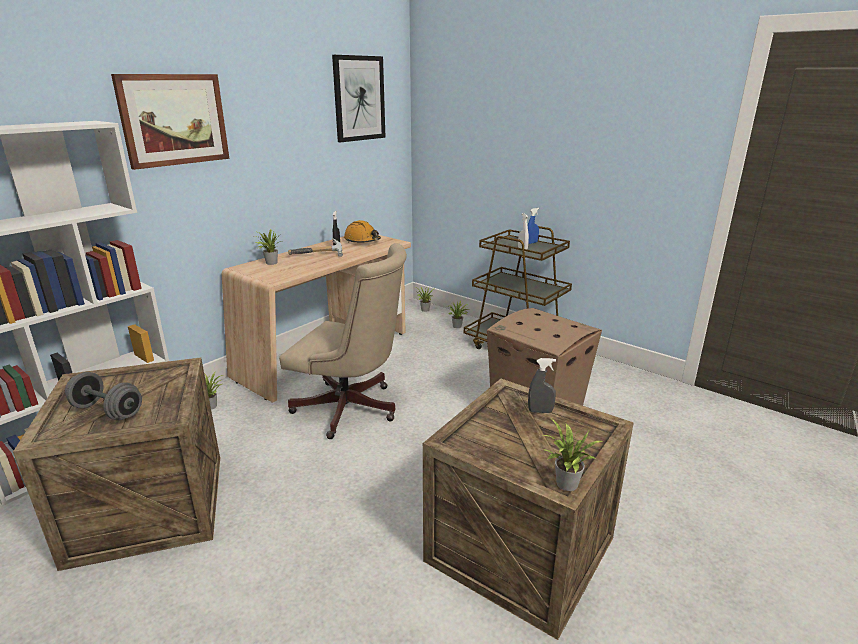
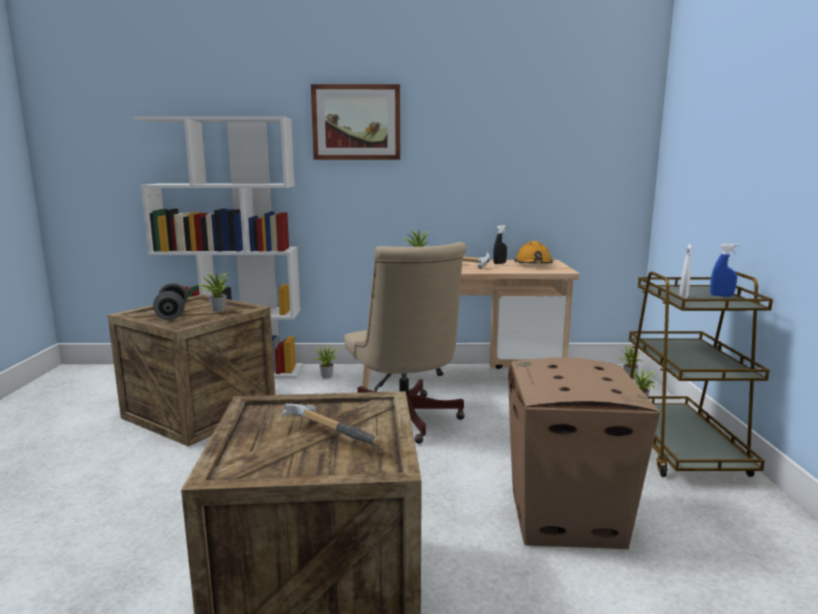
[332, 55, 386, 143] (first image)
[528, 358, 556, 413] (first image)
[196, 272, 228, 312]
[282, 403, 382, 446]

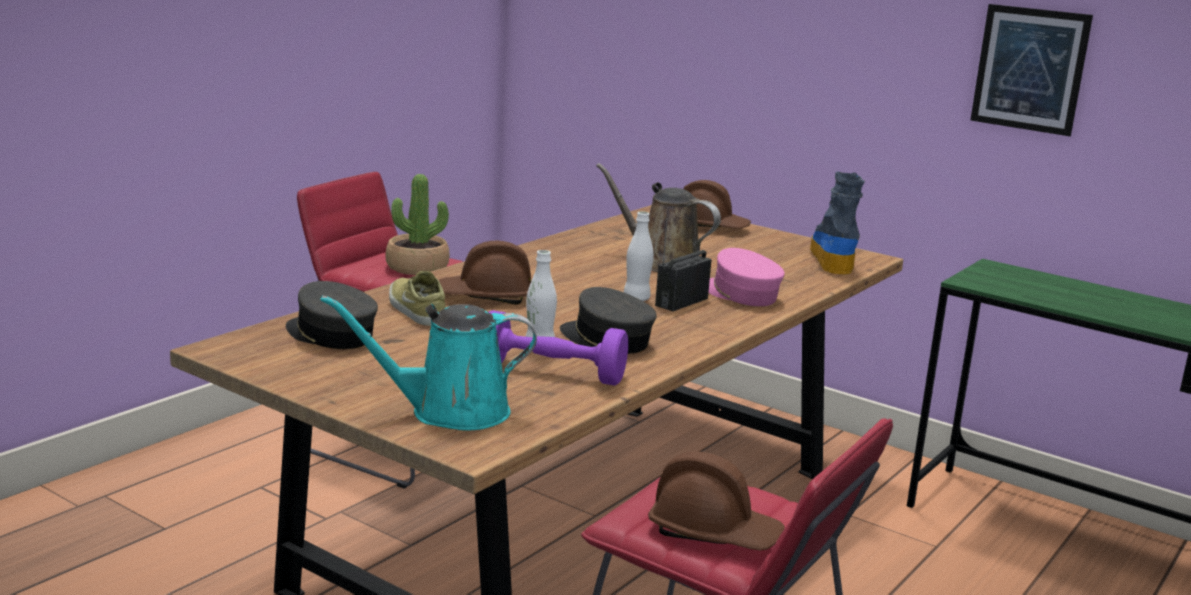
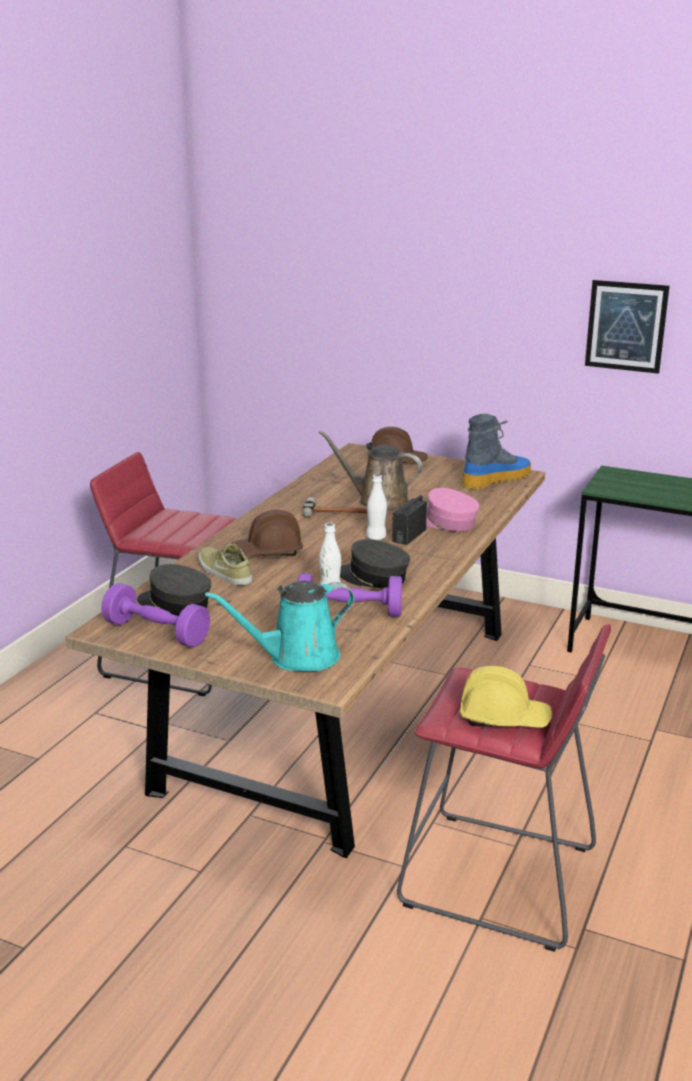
[385, 174, 449, 275] (first image)
[460, 666, 552, 728]
[462, 414, 531, 489]
[102, 583, 210, 648]
[302, 497, 367, 518]

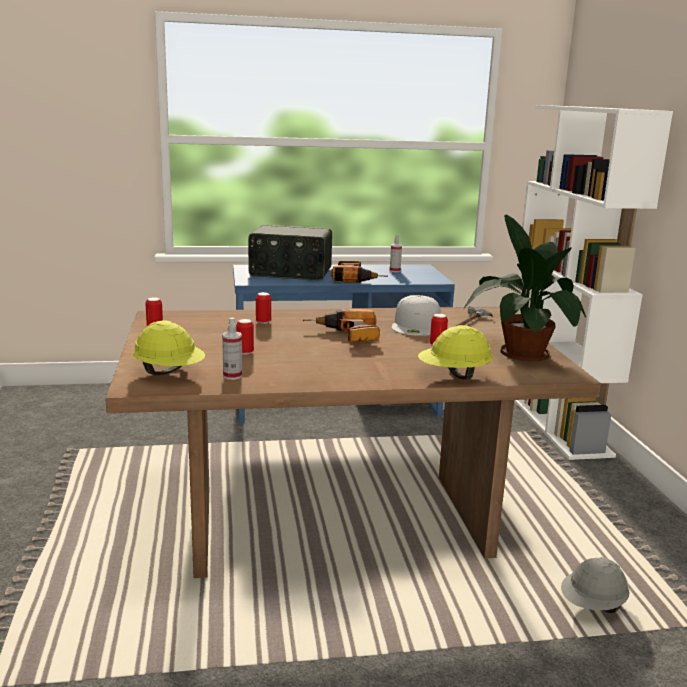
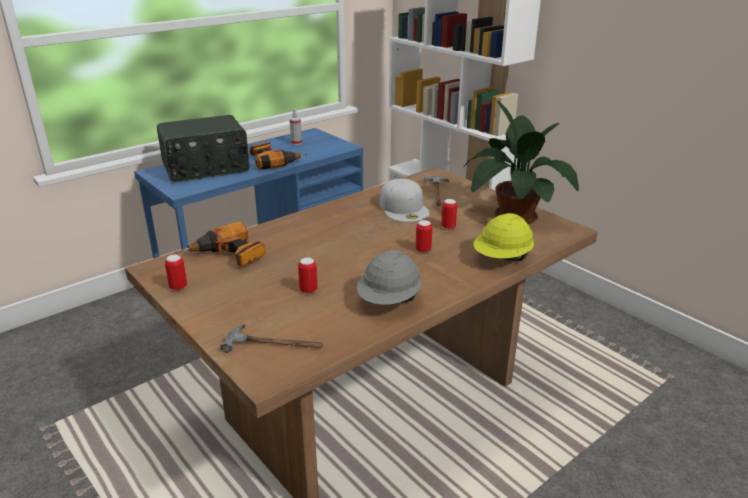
[221, 324, 323, 353]
[222, 317, 242, 380] (first image)
[416, 220, 432, 253]
[175, 222, 265, 266]
[357, 250, 422, 305]

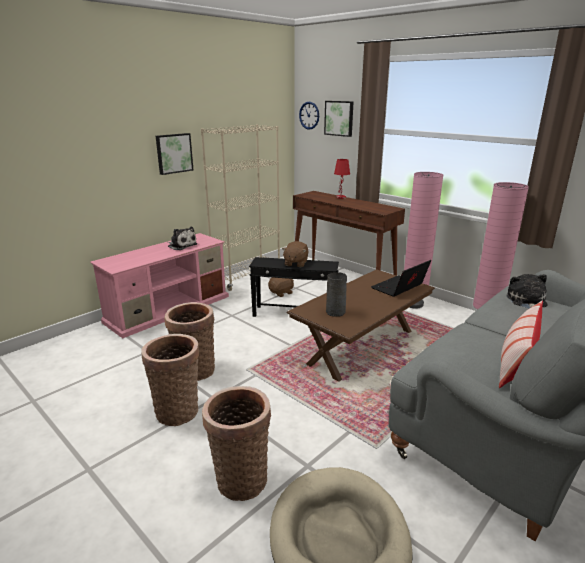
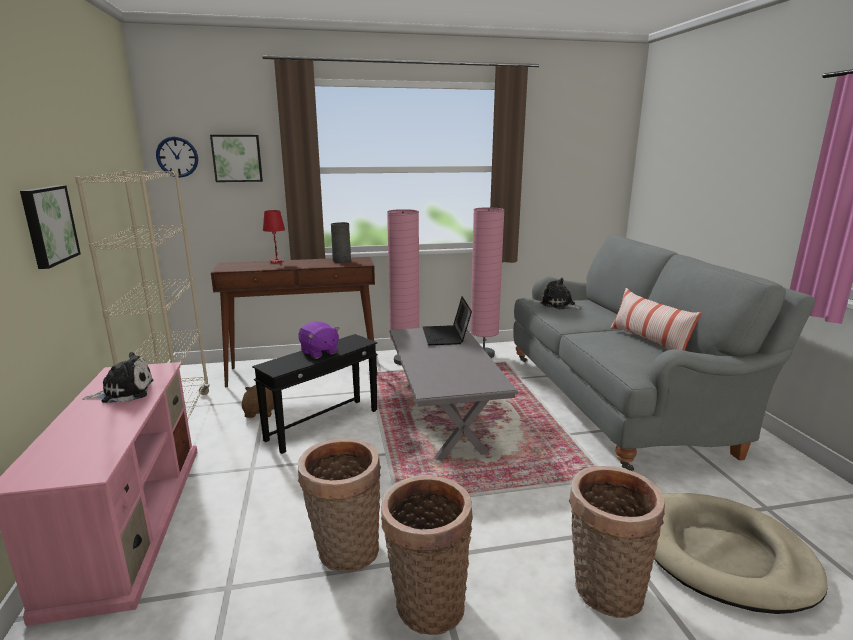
[298, 321, 340, 359]
[389, 328, 518, 460]
[331, 222, 351, 263]

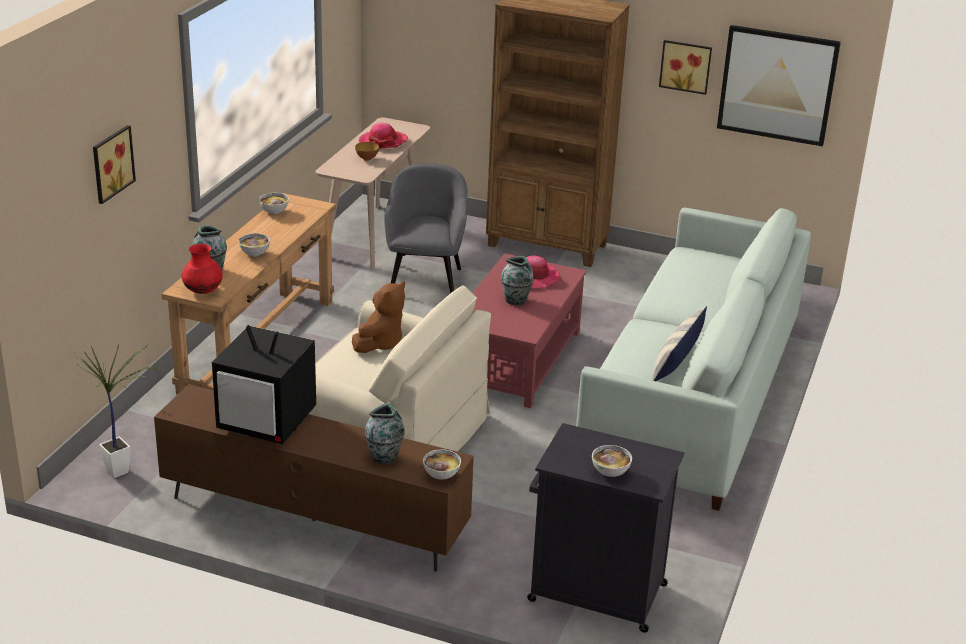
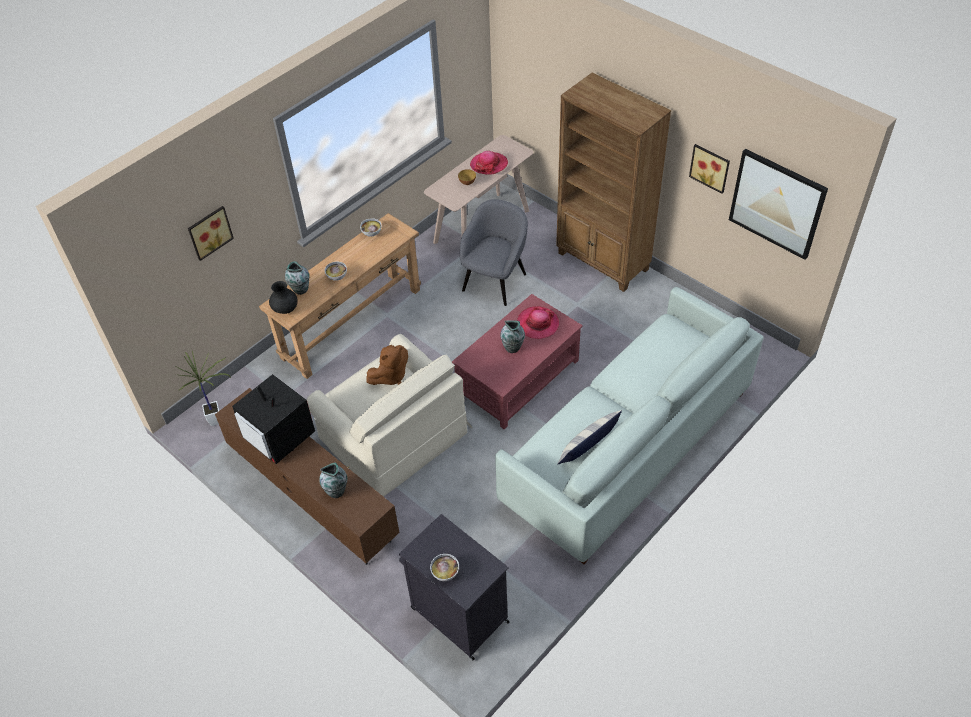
[269, 281, 298, 314]
[423, 449, 461, 480] (first image)

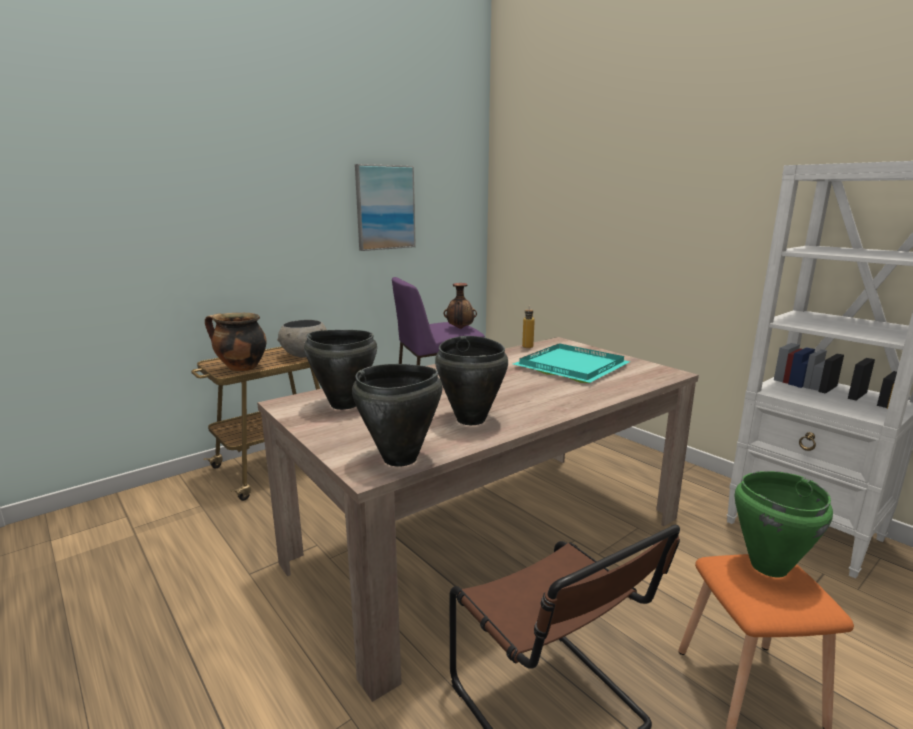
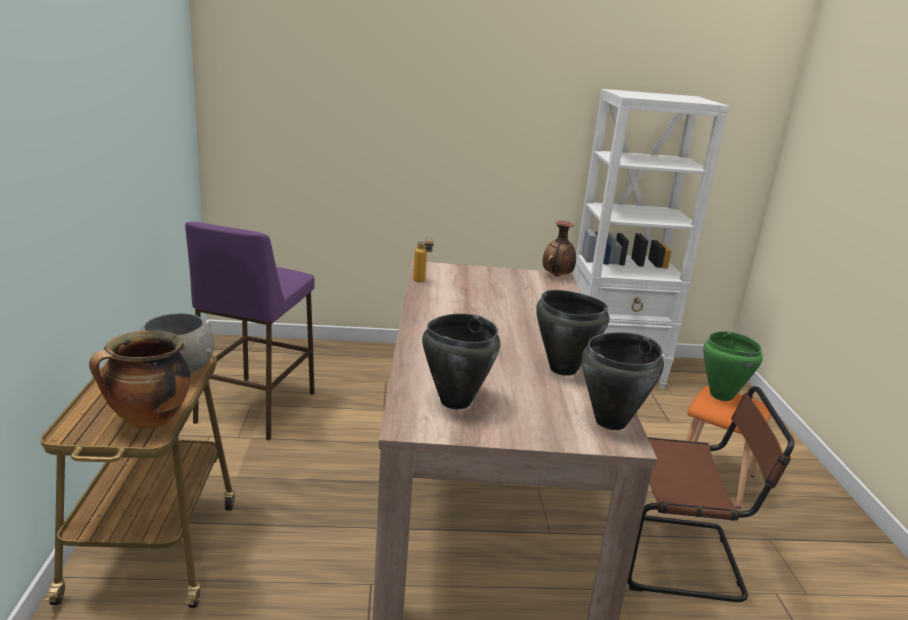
[355, 164, 416, 251] (first image)
[542, 221, 576, 277]
[513, 343, 630, 383] (first image)

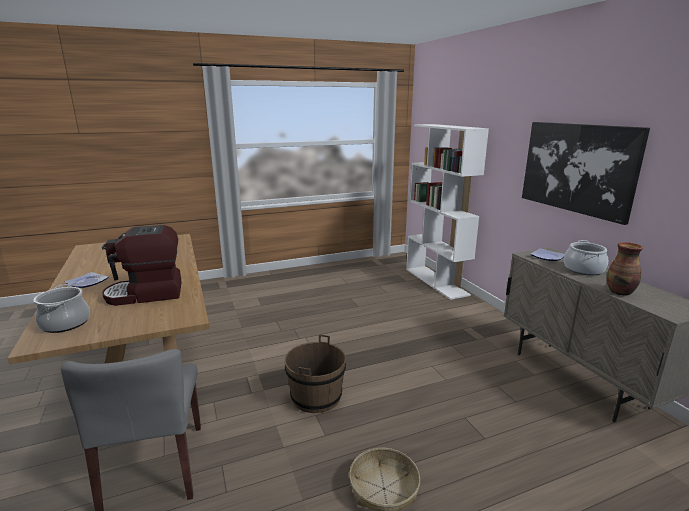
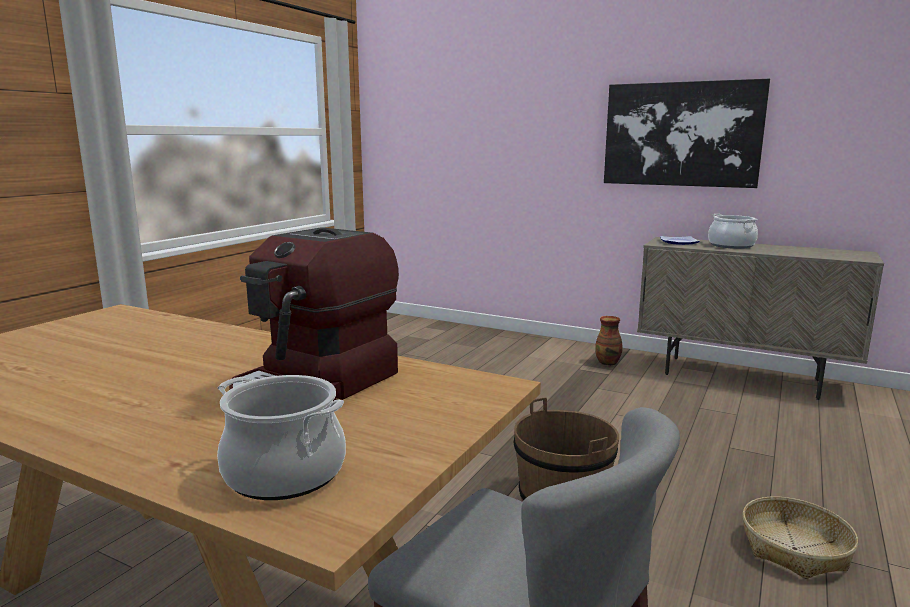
[64, 272, 109, 288] (first image)
[406, 124, 489, 300] (first image)
[595, 316, 623, 366]

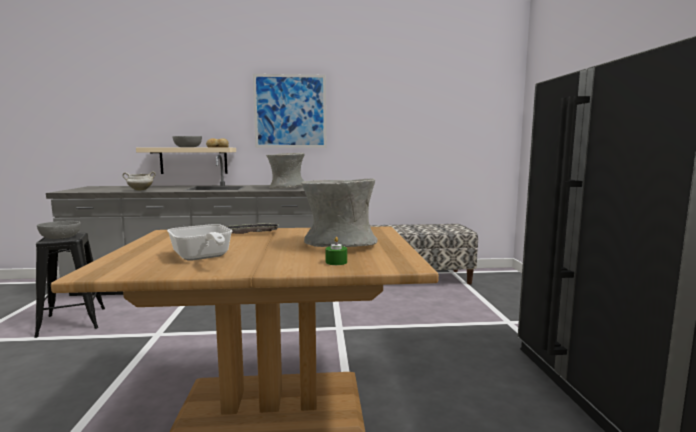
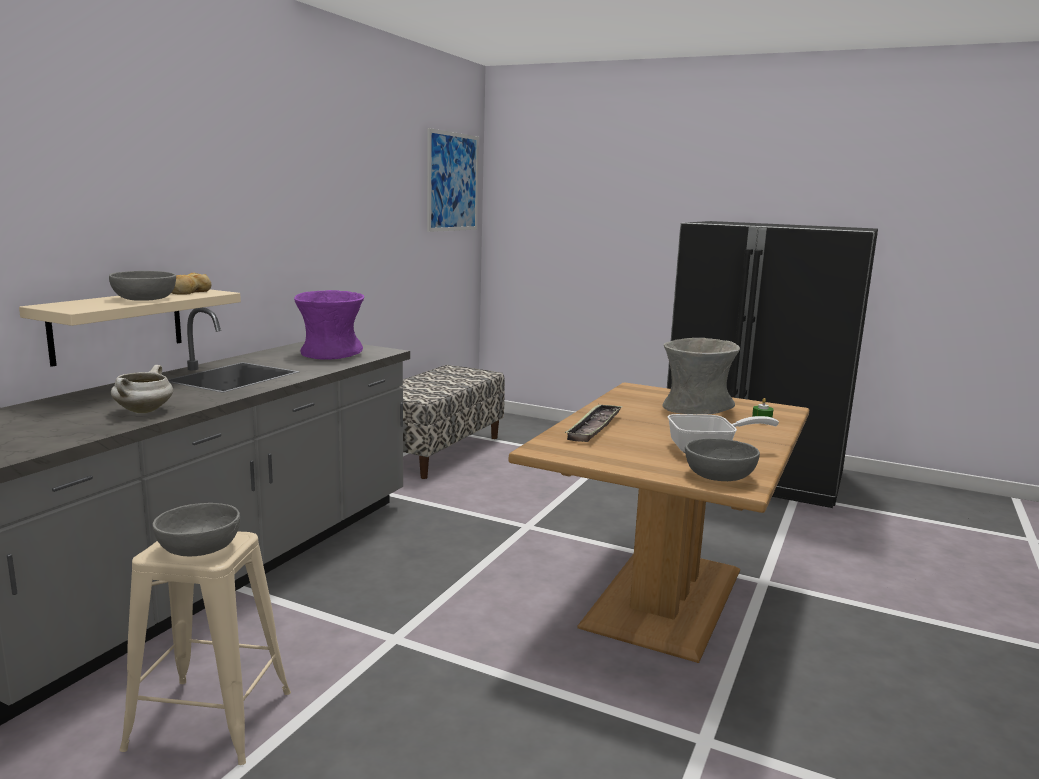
[119, 531, 291, 765]
[427, 128, 479, 232]
[294, 290, 365, 360]
[685, 438, 760, 481]

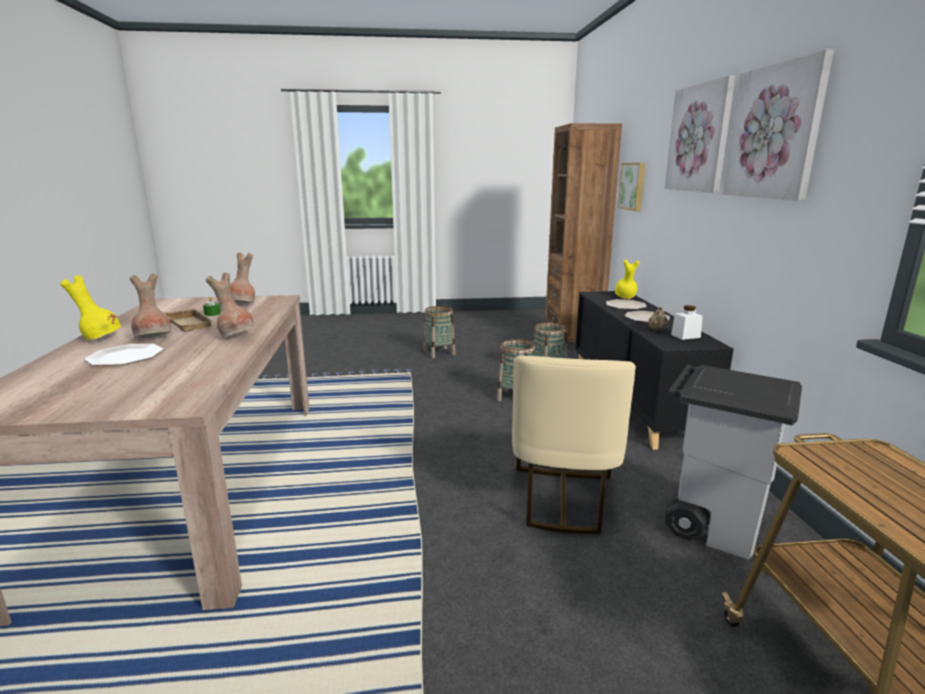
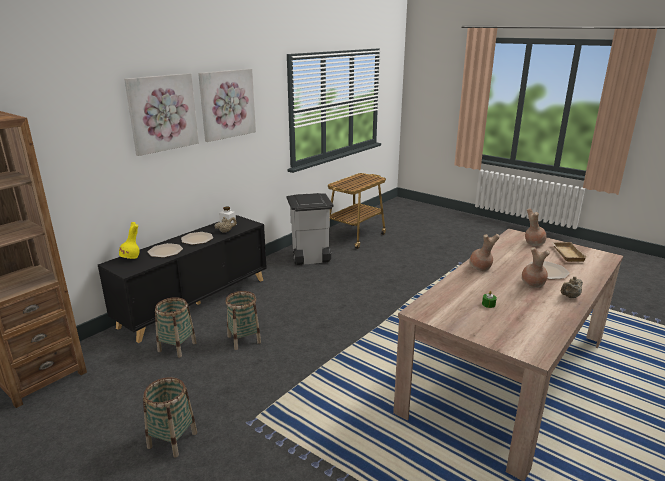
[561, 277, 583, 298]
[551, 242, 587, 262]
[525, 208, 547, 246]
[512, 355, 636, 534] (first image)
[618, 163, 645, 211] (first image)

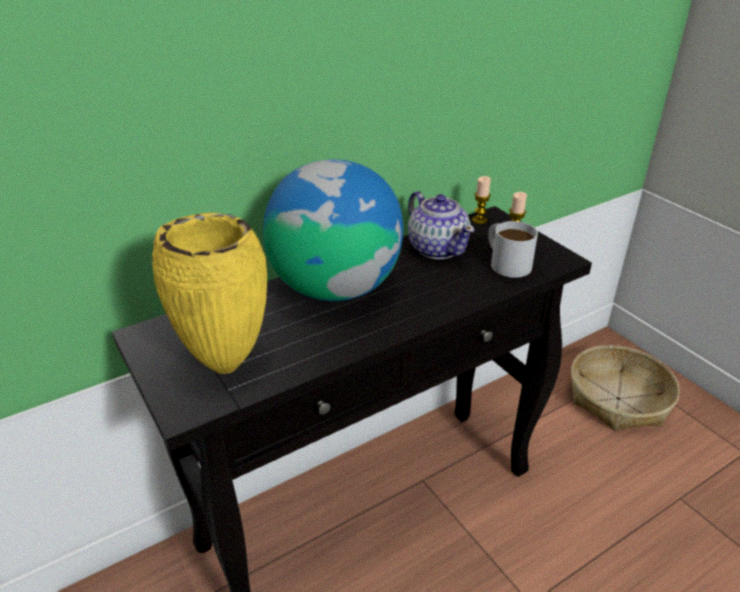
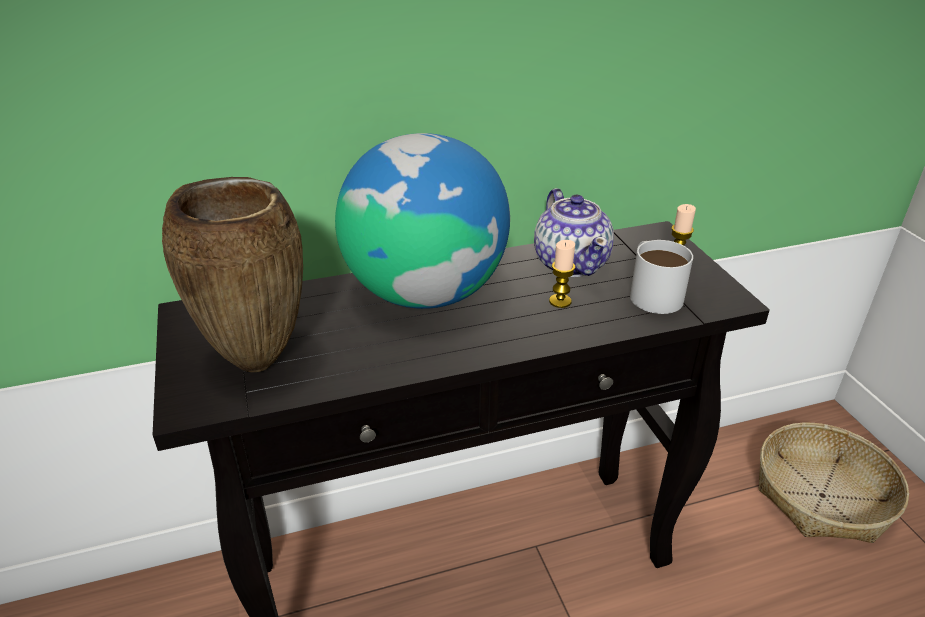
[162, 177, 303, 373]
[549, 240, 575, 308]

